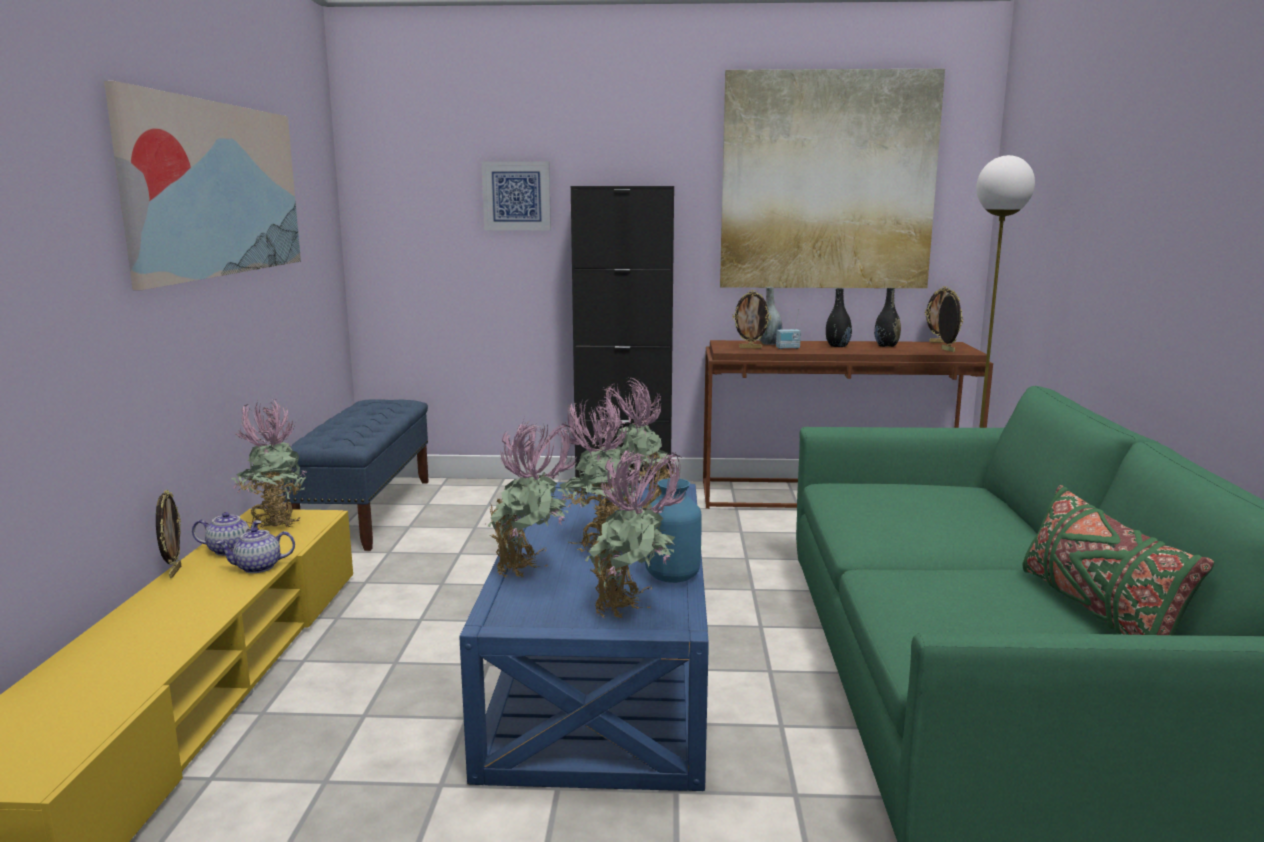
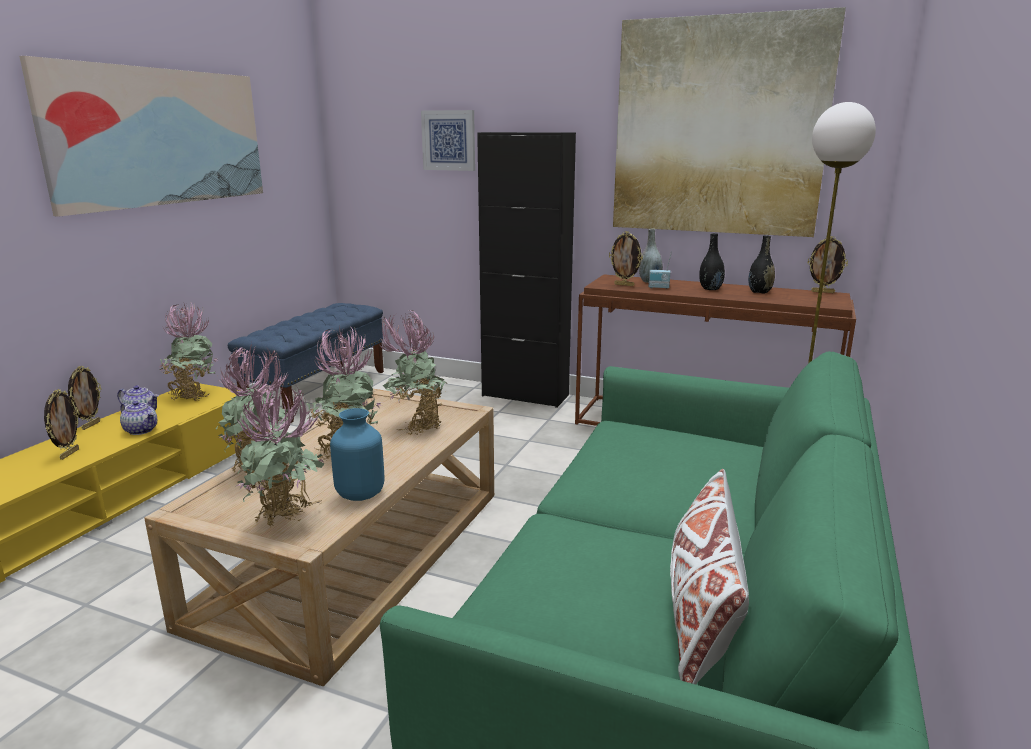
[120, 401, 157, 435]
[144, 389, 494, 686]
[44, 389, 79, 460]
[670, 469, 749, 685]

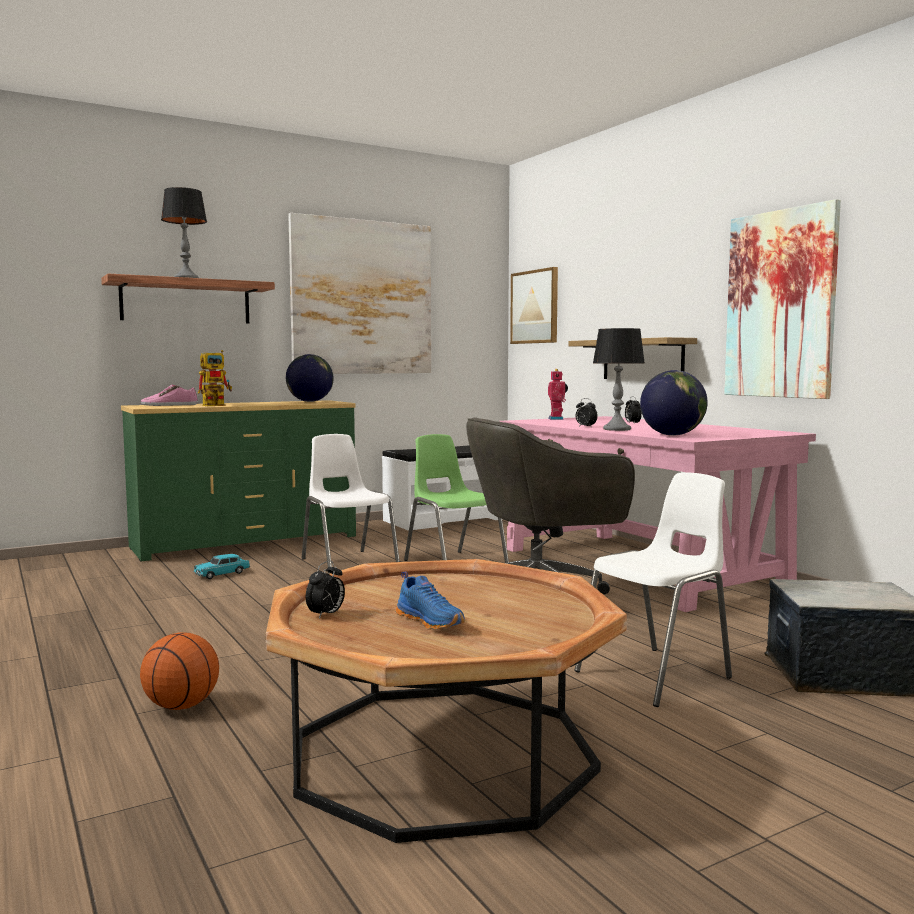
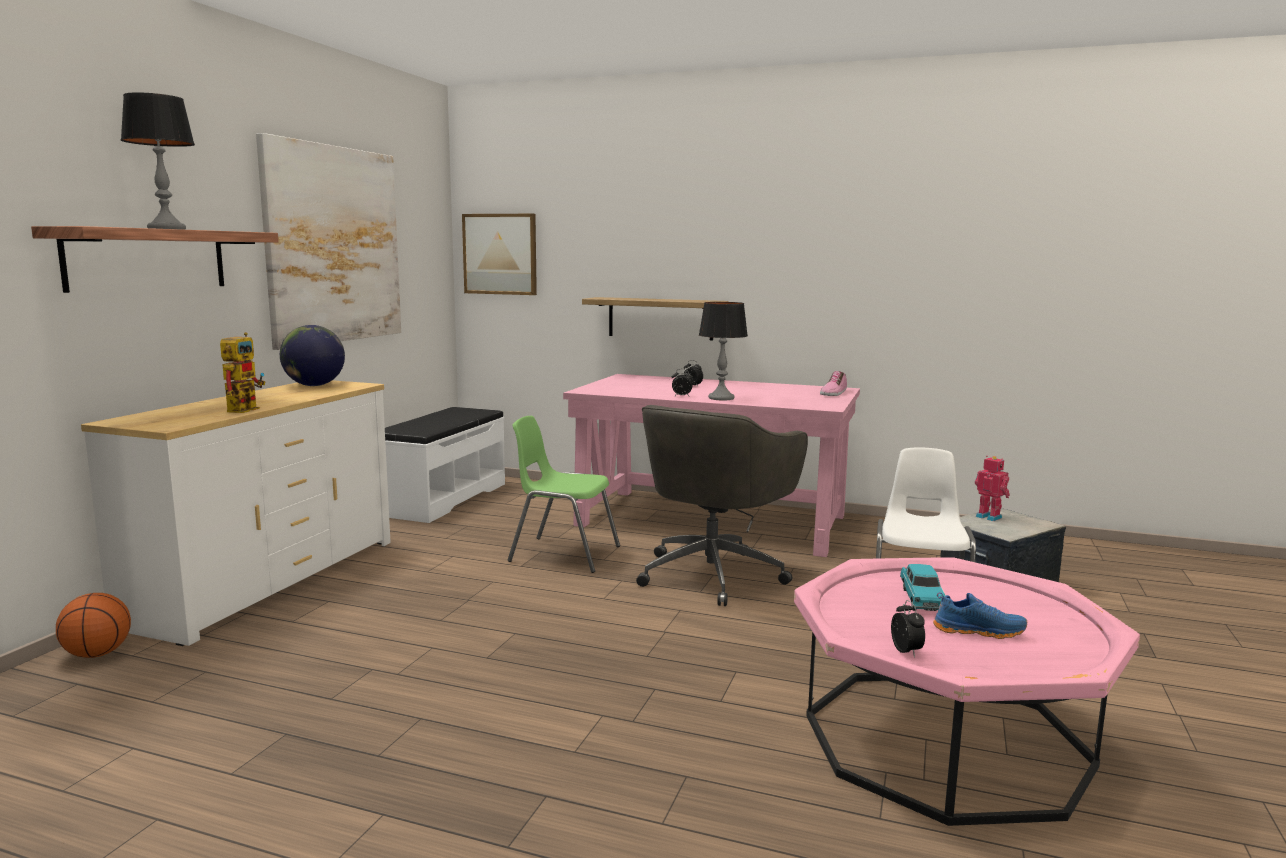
[81, 380, 391, 646]
[820, 371, 847, 396]
[56, 593, 131, 658]
[900, 564, 946, 611]
[794, 557, 1140, 826]
[302, 434, 400, 574] (first image)
[975, 456, 1010, 521]
[640, 370, 708, 436] (first image)
[724, 199, 841, 399] (first image)

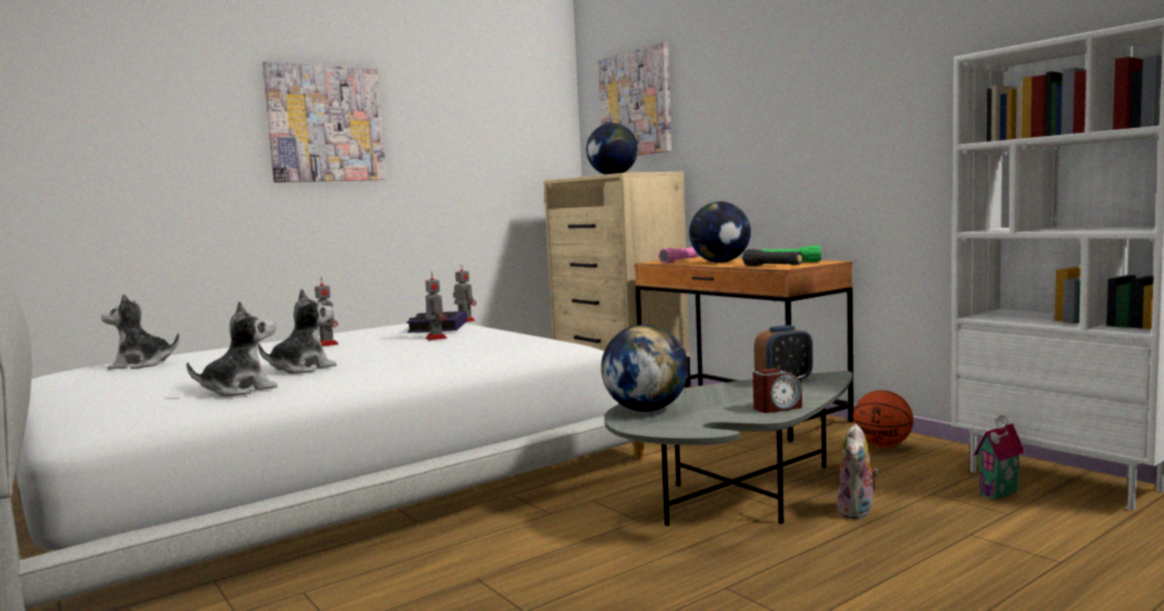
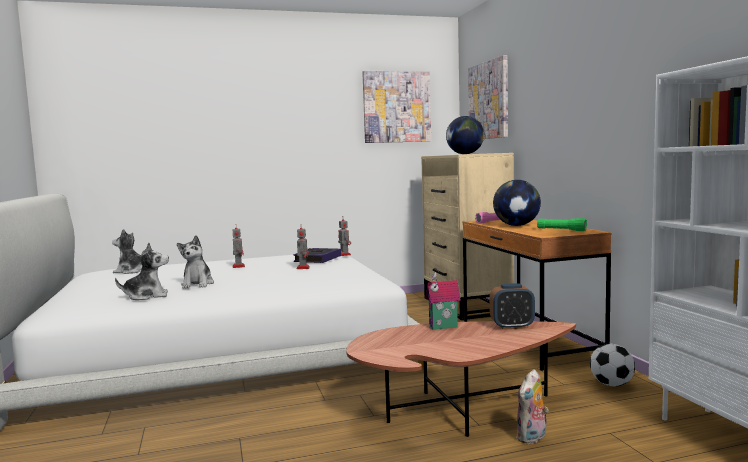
[177, 235, 214, 289]
[362, 71, 431, 143]
[601, 324, 688, 412] (first image)
[346, 321, 576, 437]
[742, 249, 803, 266] (first image)
[753, 368, 802, 413] (first image)
[590, 344, 635, 387]
[426, 272, 461, 330]

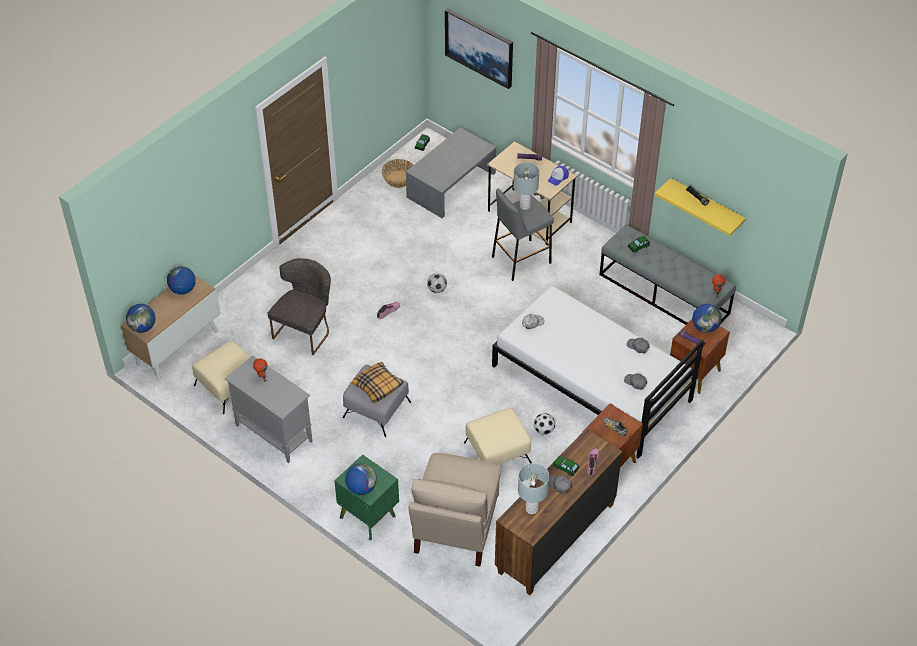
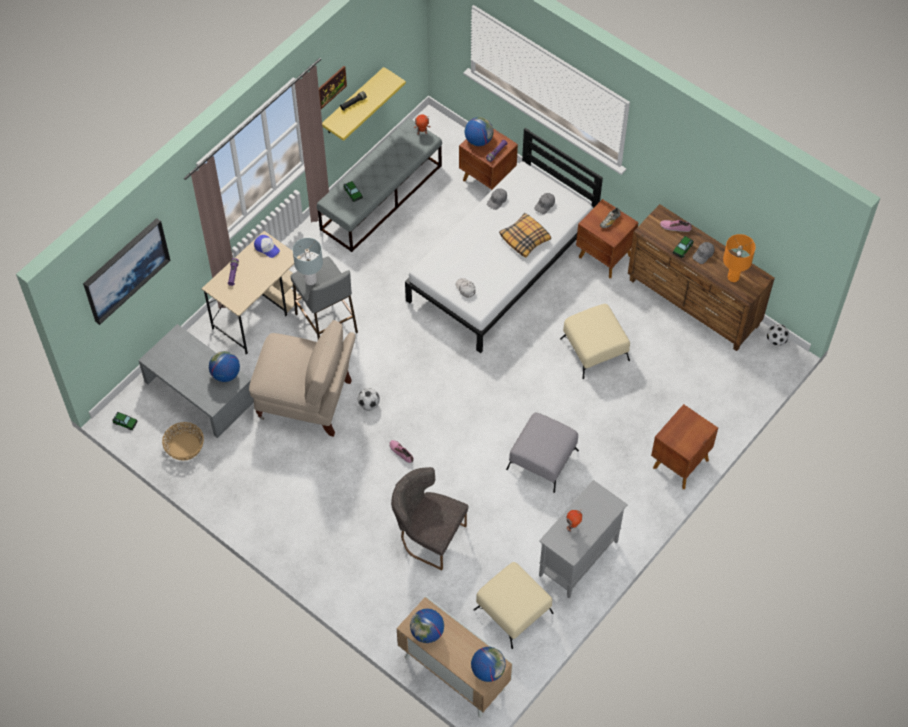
[651, 404, 718, 489]
[209, 351, 240, 382]
[499, 213, 551, 258]
[249, 320, 356, 437]
[723, 234, 756, 282]
[767, 324, 789, 346]
[319, 66, 347, 109]

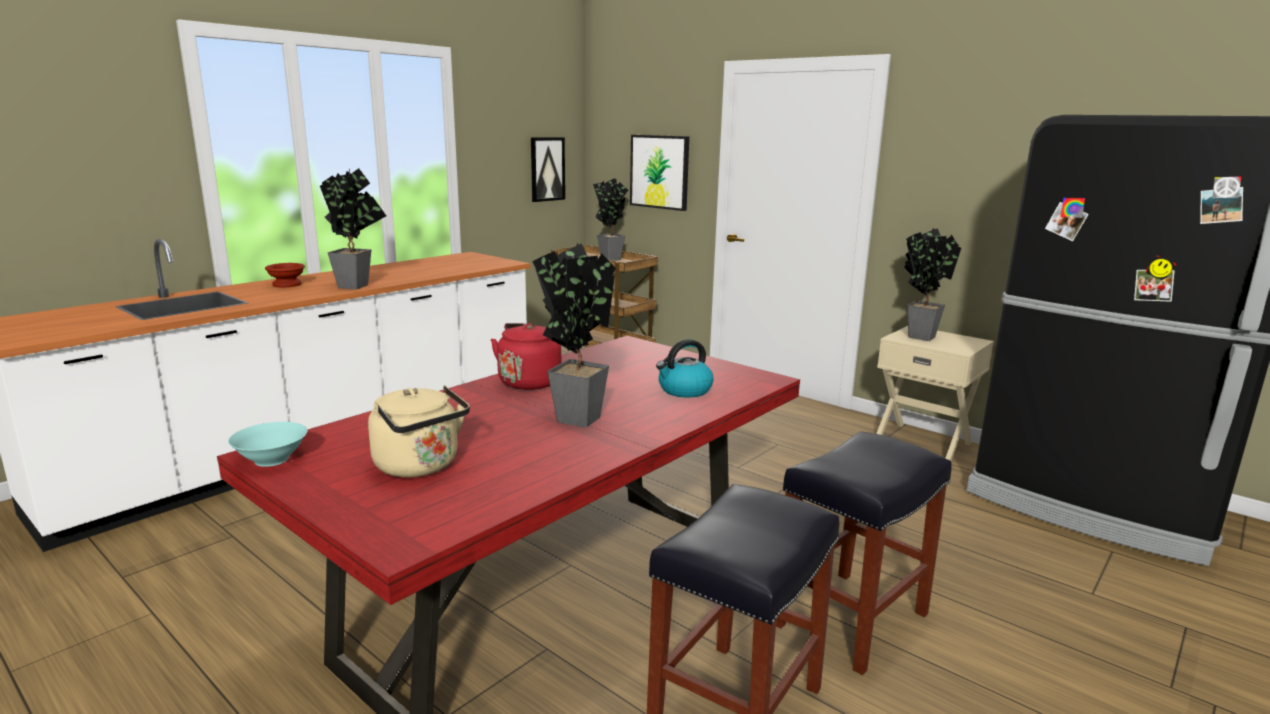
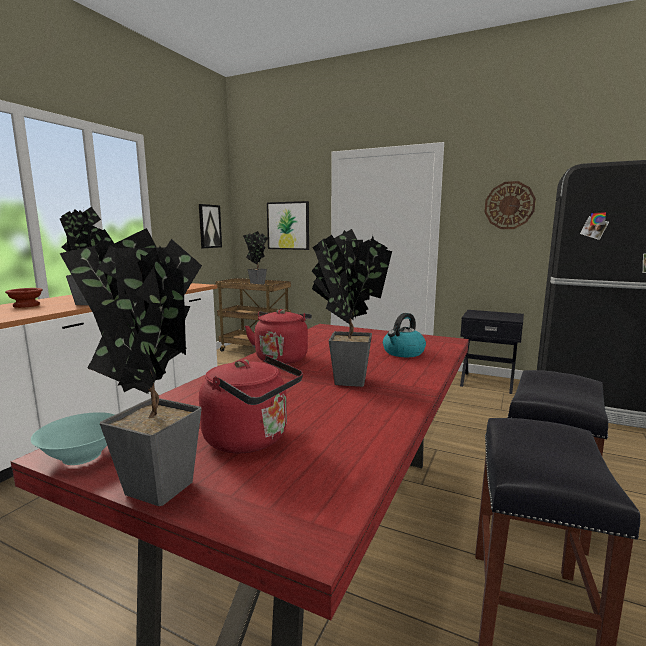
[199, 356, 303, 453]
[460, 310, 524, 394]
[60, 228, 202, 506]
[484, 181, 536, 229]

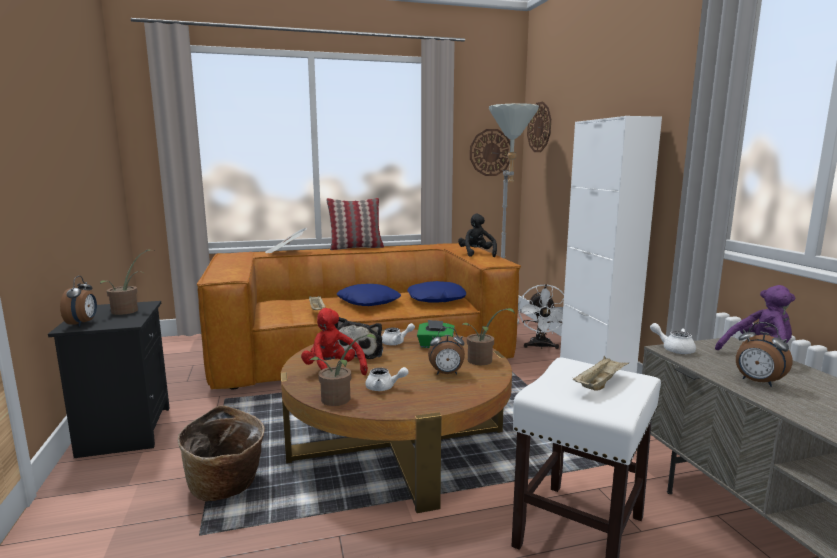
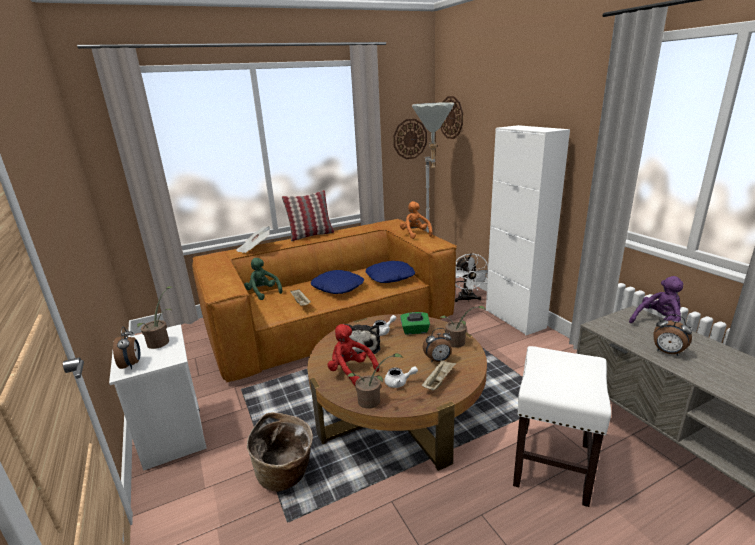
[109, 324, 207, 471]
[400, 201, 432, 239]
[422, 360, 456, 391]
[650, 323, 696, 354] (first image)
[244, 258, 283, 300]

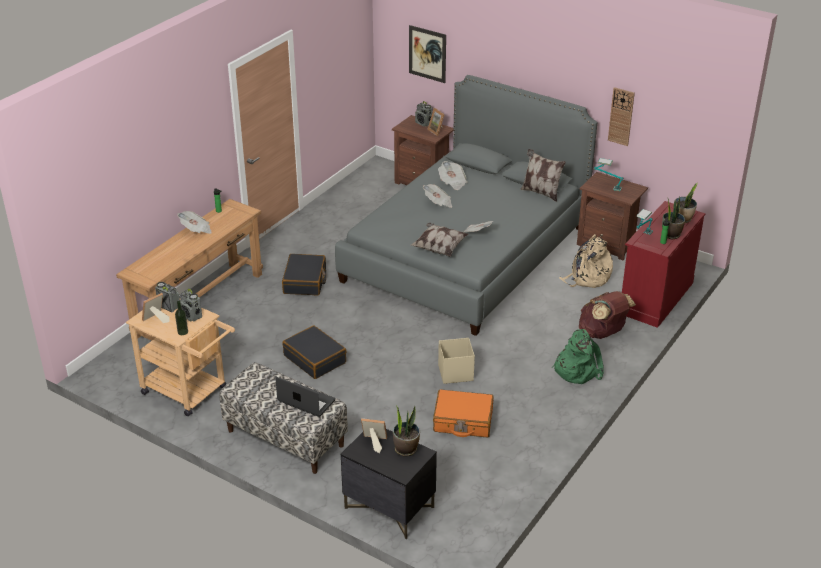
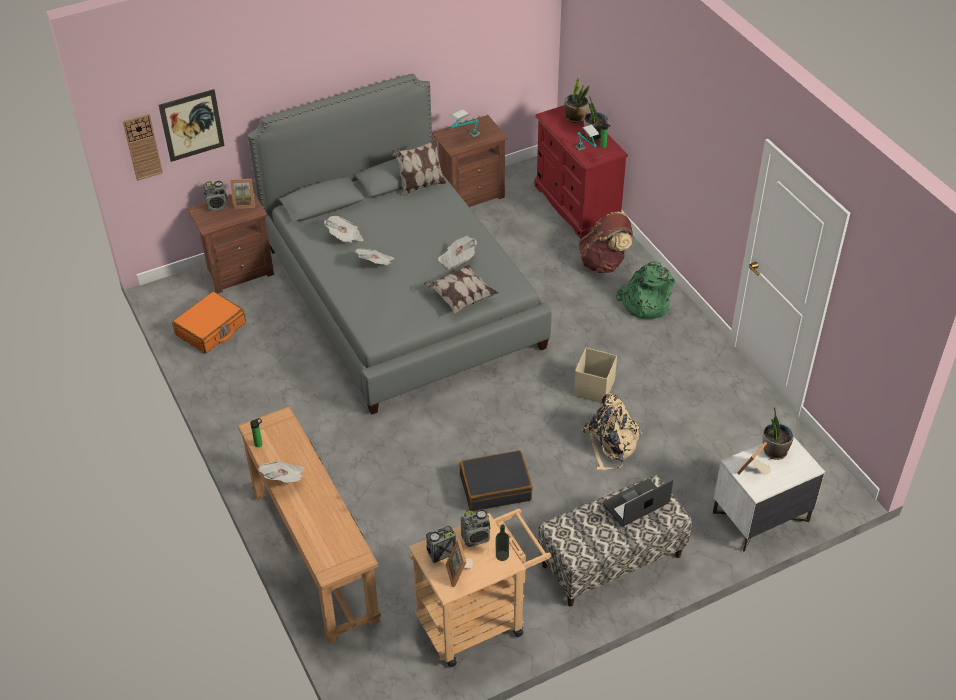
[282, 254, 326, 296] (first image)
[713, 437, 825, 552]
[172, 291, 246, 354]
[583, 393, 643, 470]
[123, 114, 163, 181]

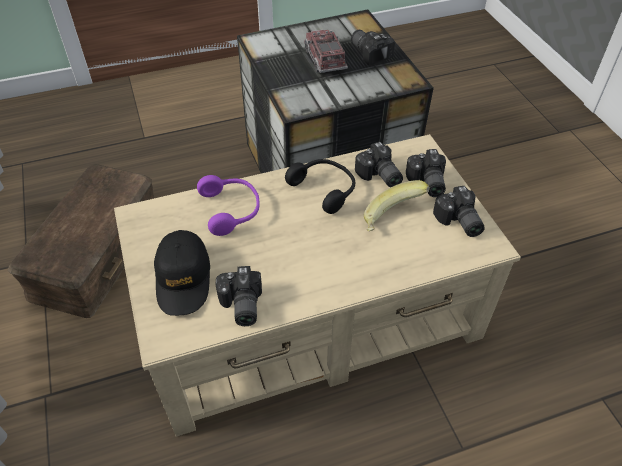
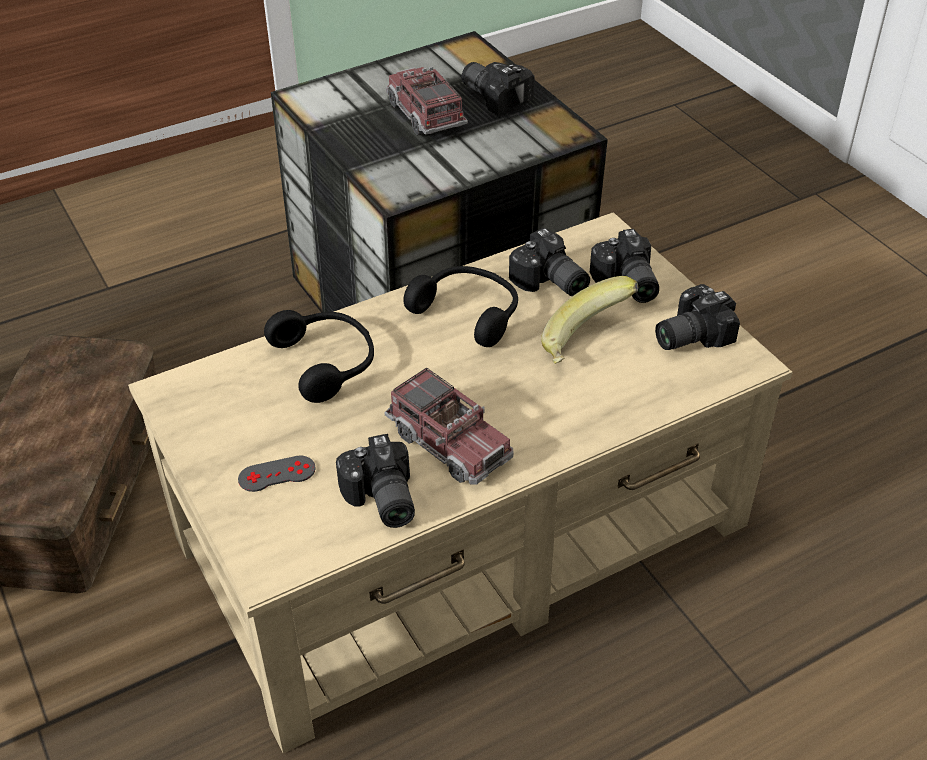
[238, 455, 316, 492]
[264, 310, 374, 403]
[655, 284, 740, 350]
[385, 368, 513, 485]

